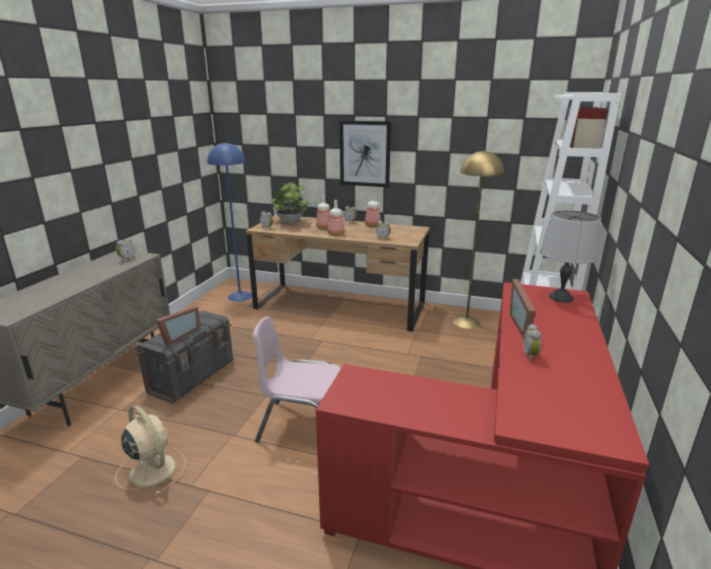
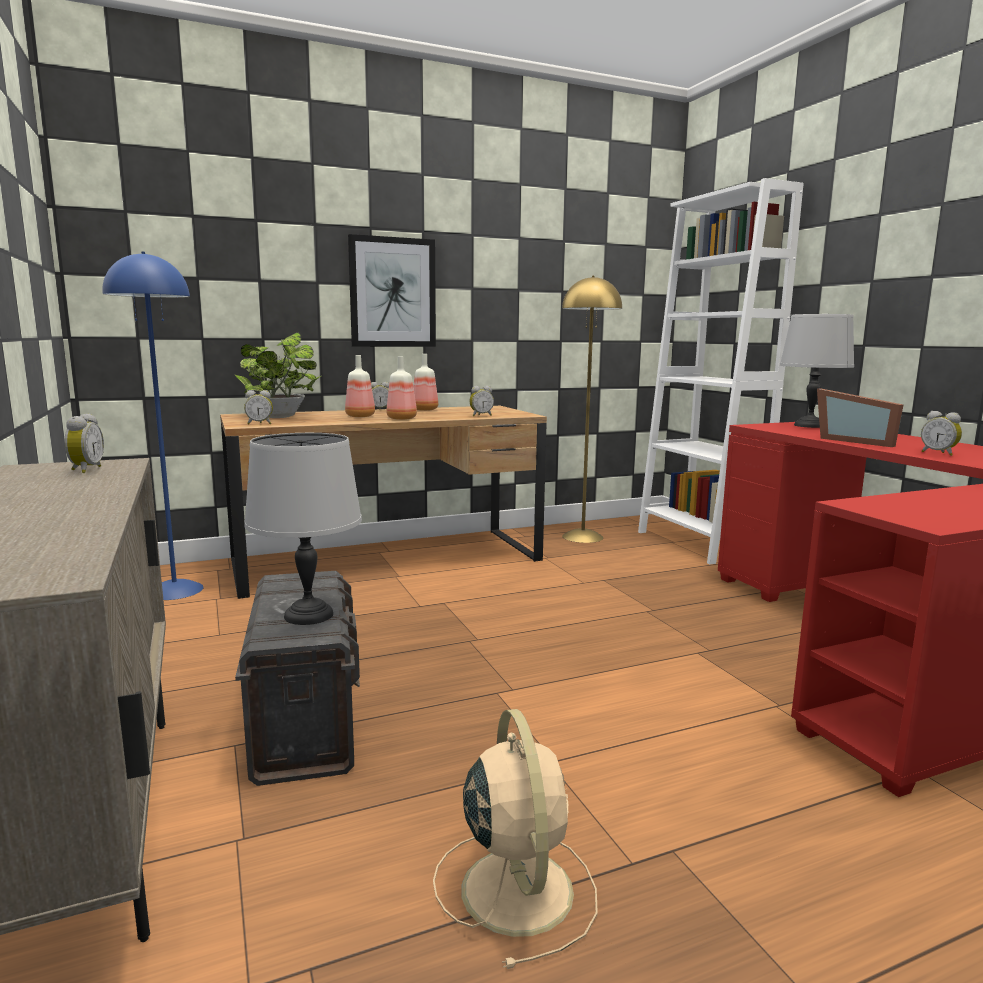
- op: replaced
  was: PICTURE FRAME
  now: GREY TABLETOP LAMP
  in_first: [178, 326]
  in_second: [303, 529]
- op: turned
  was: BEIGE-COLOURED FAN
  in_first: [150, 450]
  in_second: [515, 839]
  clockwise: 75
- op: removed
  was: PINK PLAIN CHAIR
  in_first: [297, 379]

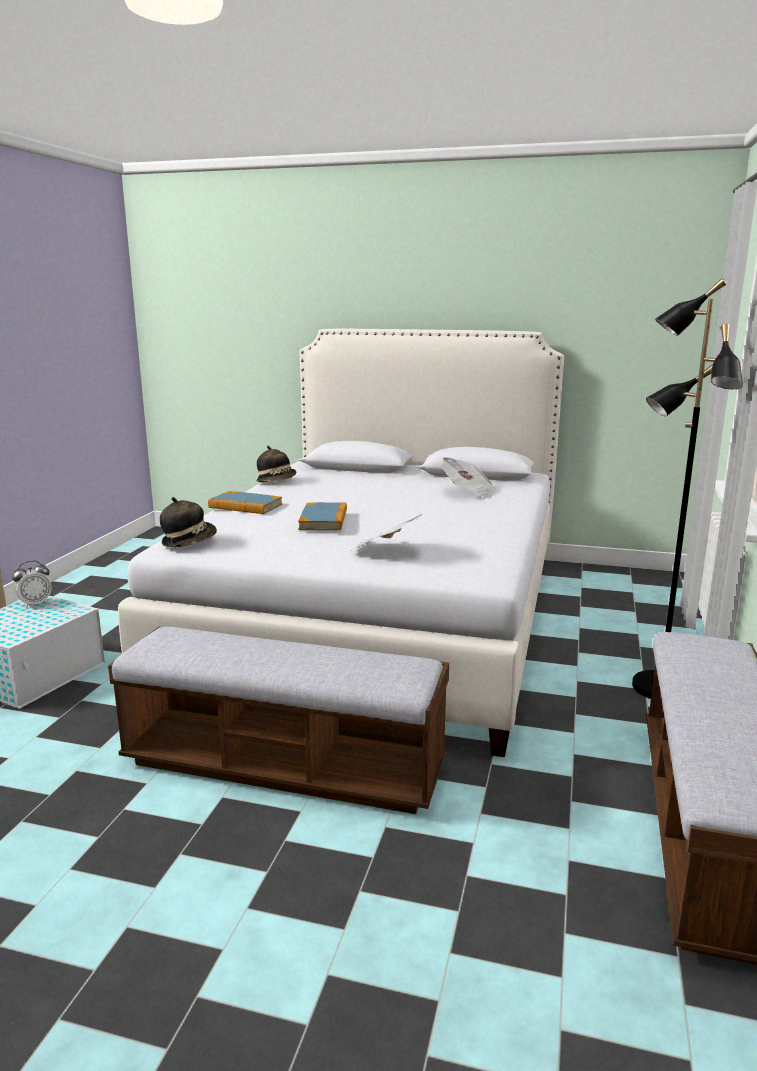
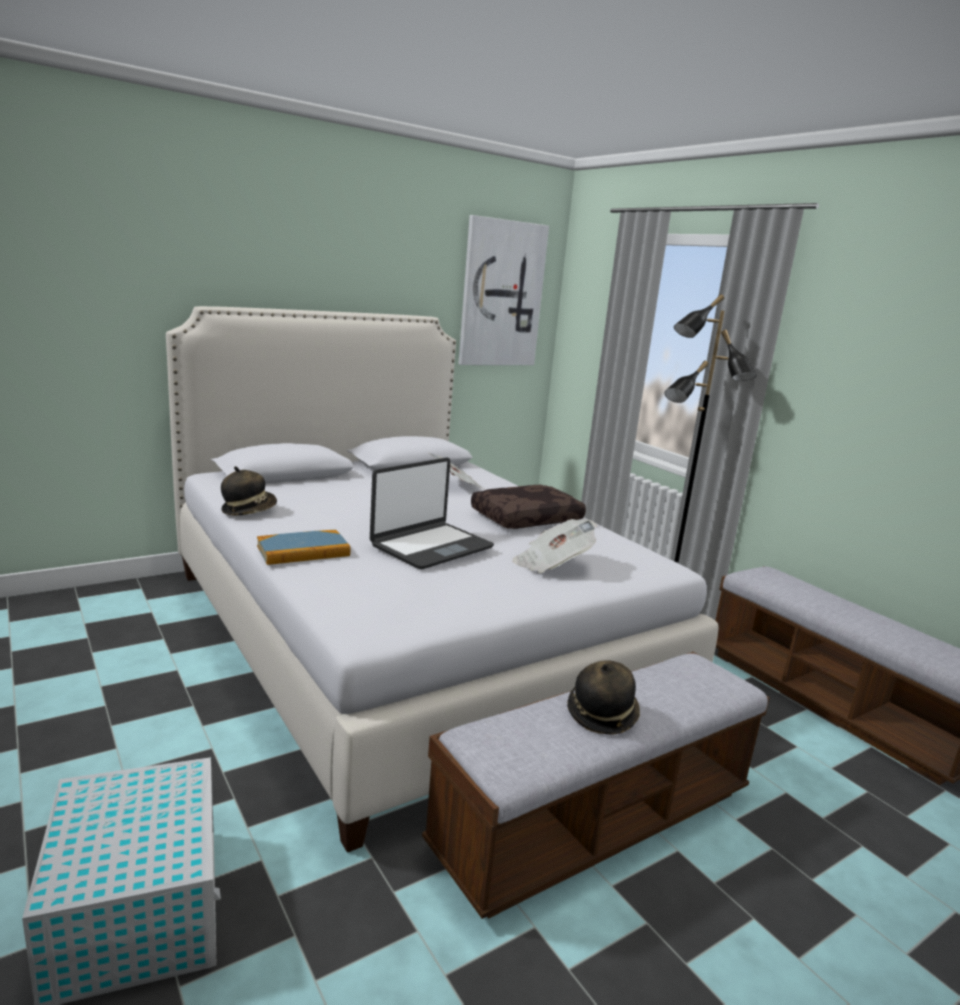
- op: replaced
  was: VOLUME
  now: LAPTOP
  in_first: [322, 516]
  in_second: [432, 513]
- op: added
  now: PICTURE
  in_second: [503, 290]
- op: added
  now: BROWNISH PILLOW
  in_second: [528, 507]
- op: moved
  was: CLOTHING HAT
  in_first: [188, 522]
  in_second: [603, 697]
- op: removed
  was: TABLE CLOCK
  in_first: [32, 584]

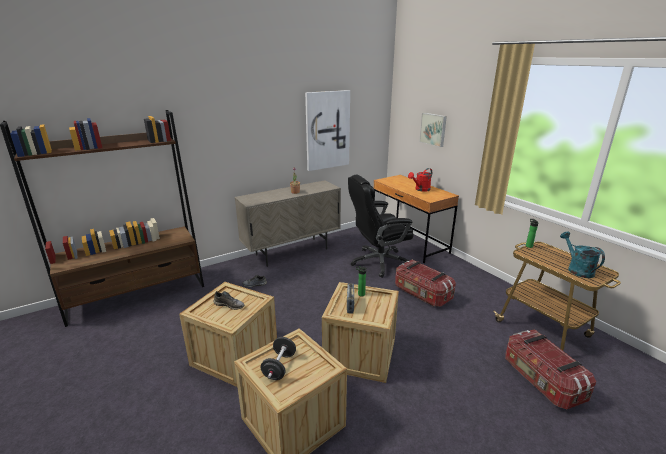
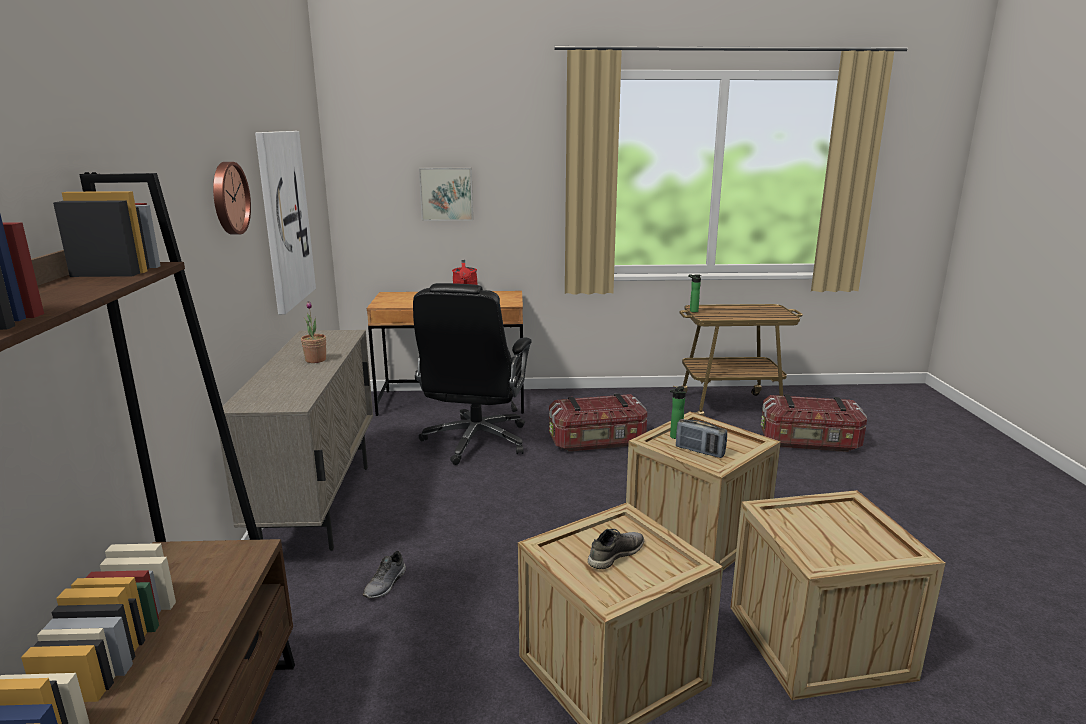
- op: added
  now: HANGING CLOCK
  in_second: [232, 198]
- op: removed
  was: BLACK-COLOURED HAND WEIGHT
  in_first: [278, 358]
- op: removed
  was: TURQUOISE WATERING CAN
  in_first: [582, 254]

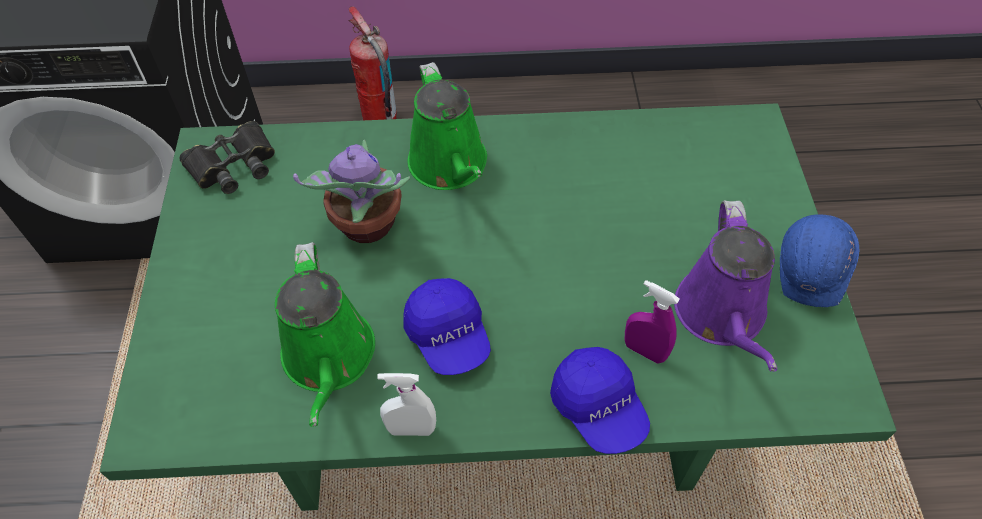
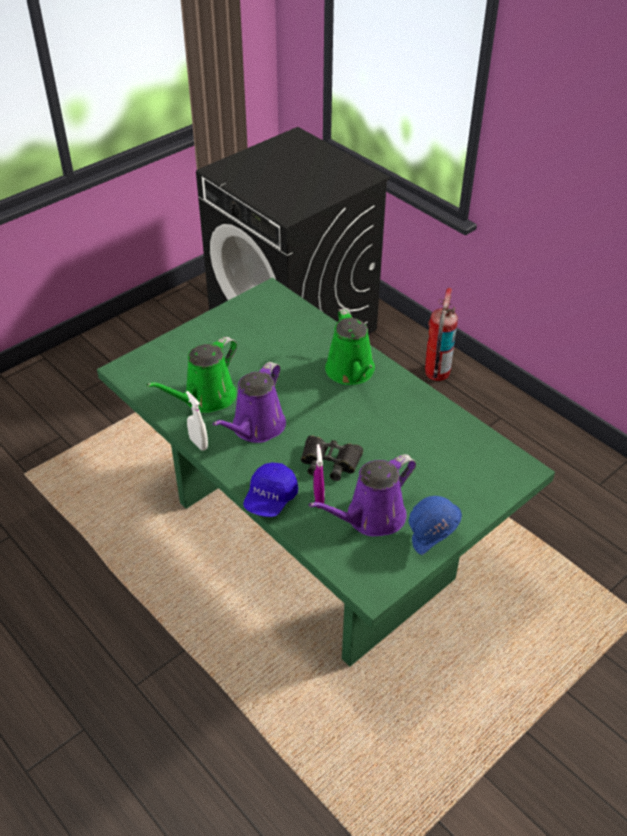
- op: replaced
  was: BLUE-COLOURED PEAKED CAP
  now: PURPLE WATERING CAN
  in_first: [447, 326]
  in_second: [249, 402]
- op: moved
  was: BLACK-COLOURED FIELD GLASSES
  in_first: [227, 157]
  in_second: [332, 458]
- op: turned
  was: GREENISH WATERING CAN
  in_first: [447, 126]
  in_second: [350, 346]
  clockwise: -45
- op: removed
  was: HOUSEPLANT
  in_first: [351, 191]

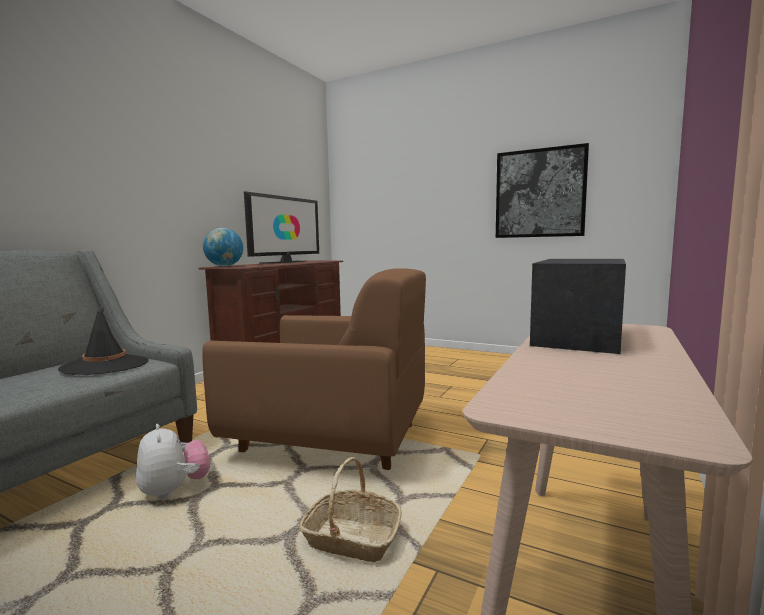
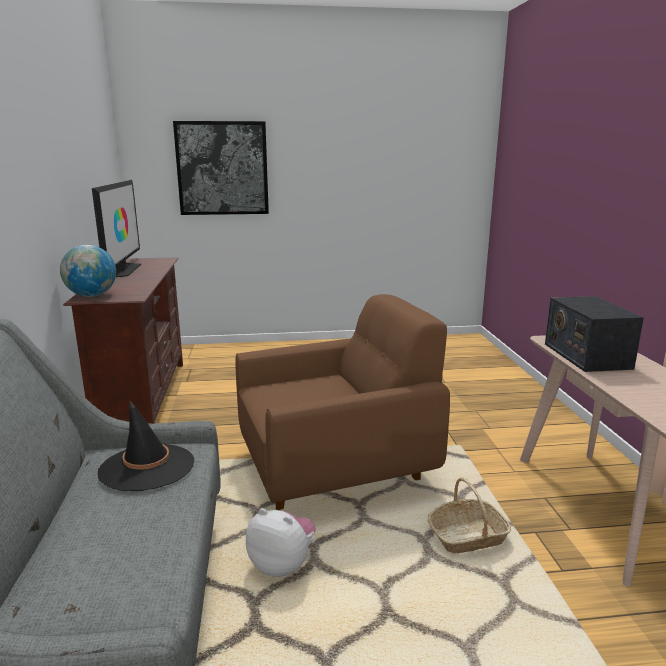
- op: moved
  was: PICTURE
  in_first: [542, 190]
  in_second: [221, 168]

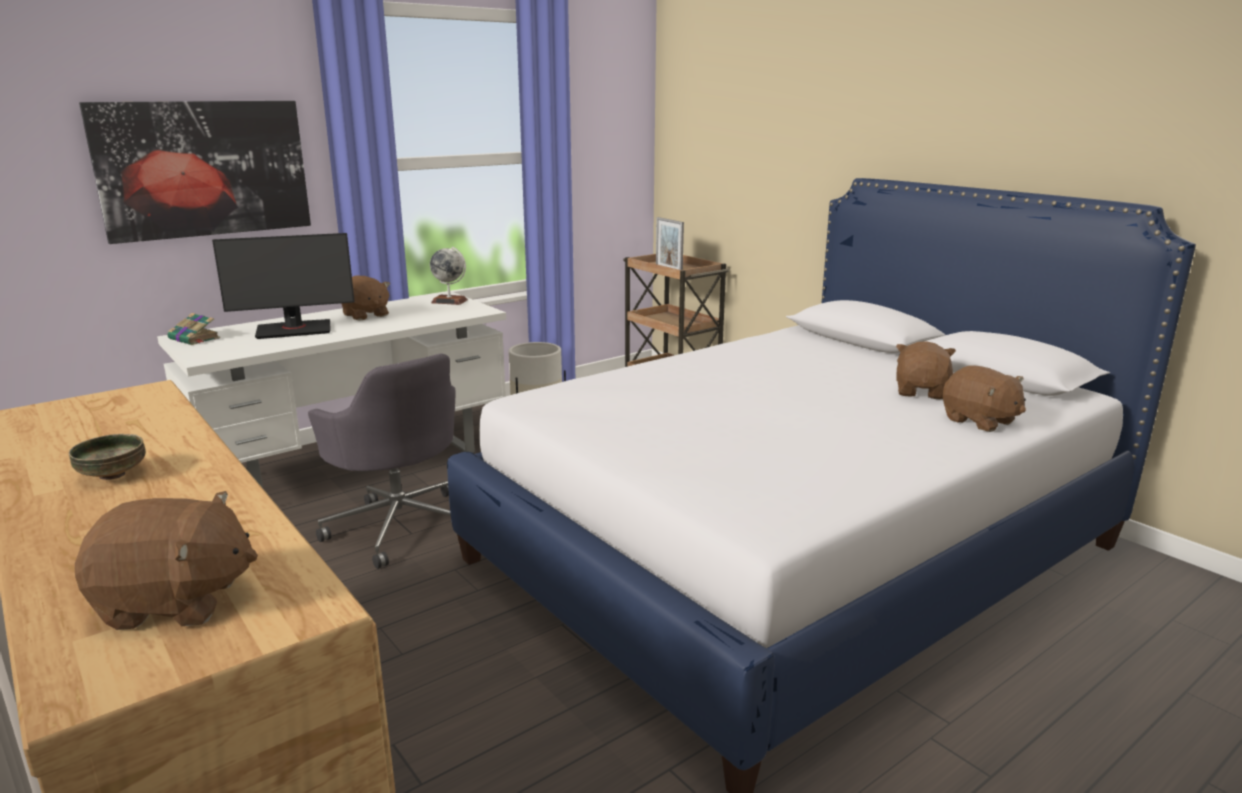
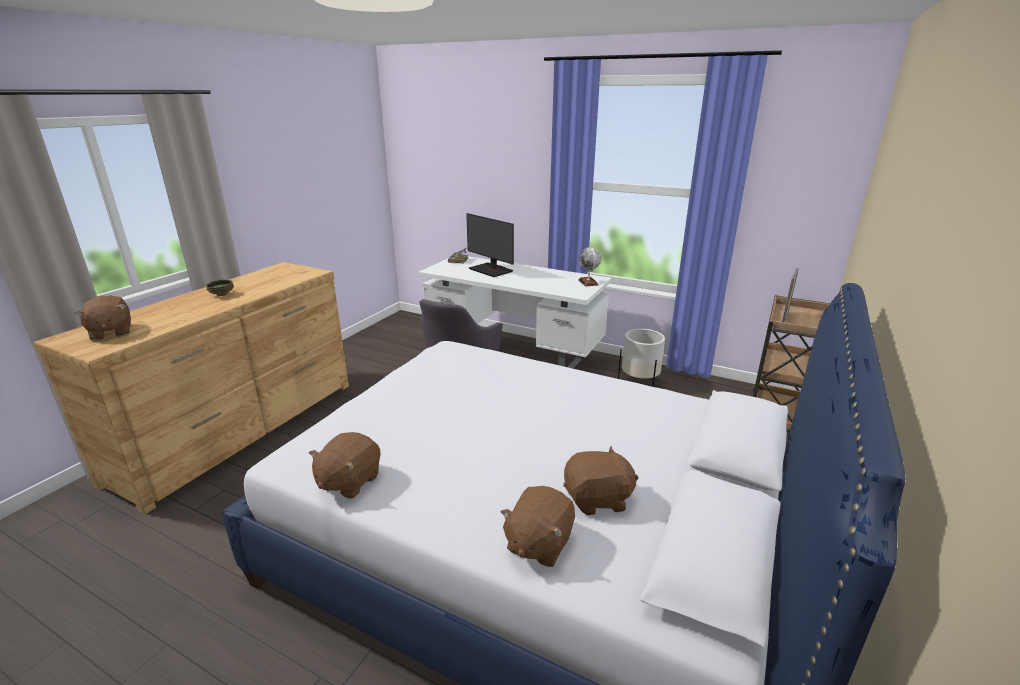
- op: moved
  was: BROWNISH PLUSH TOY
  in_first: [365, 298]
  in_second: [345, 465]
- op: removed
  was: PICTURE
  in_first: [195, 172]

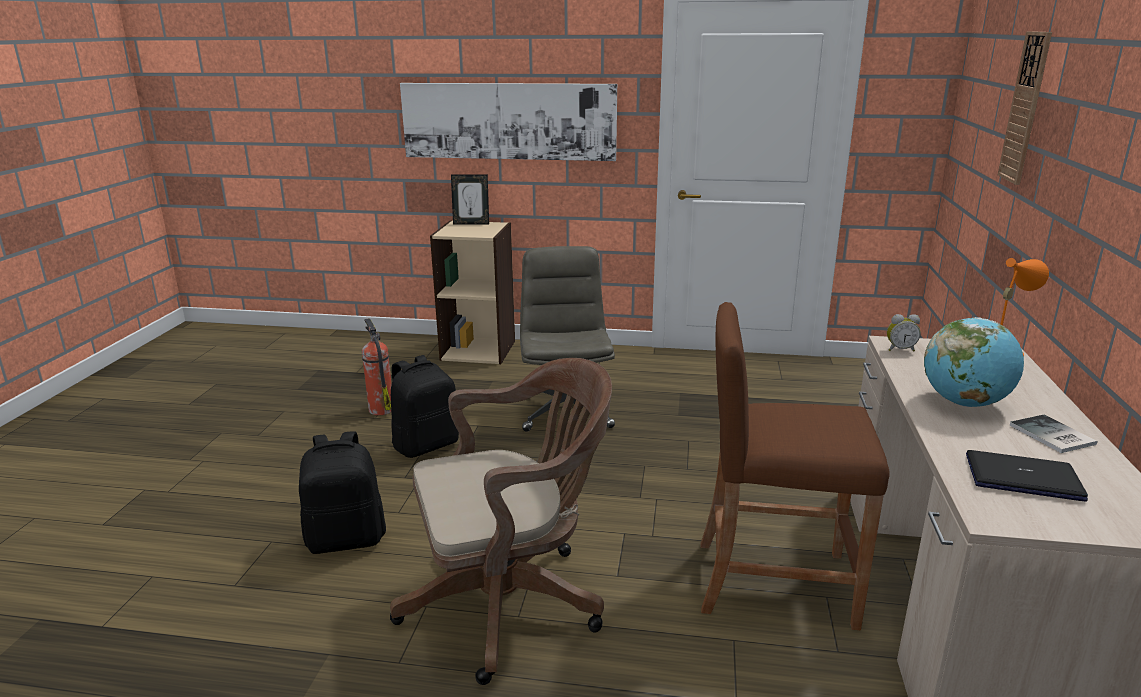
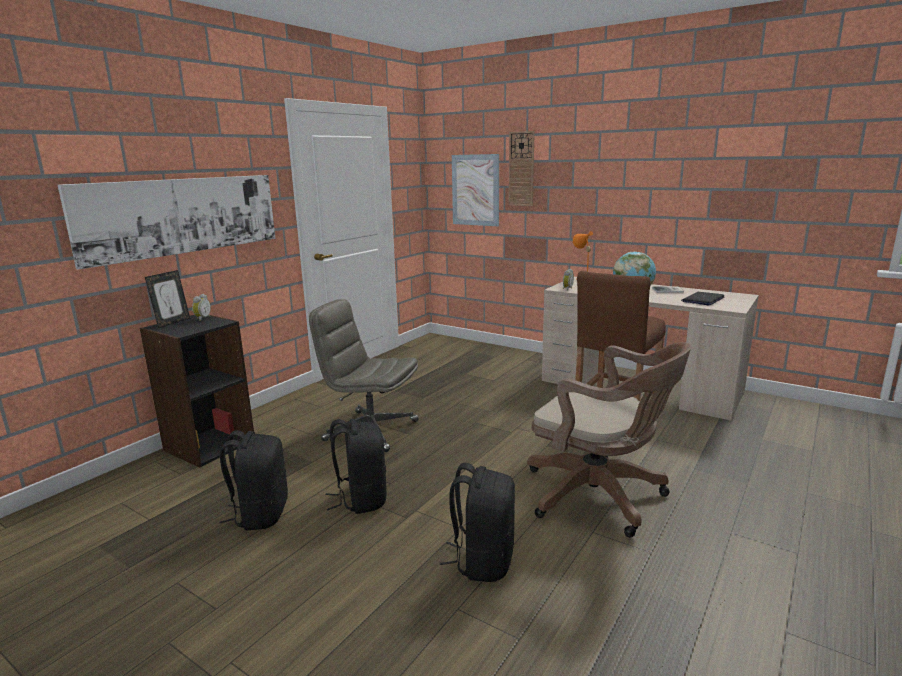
- op: recoloured
  was: BEIGE-COLOURED BOOKSHELF
  now: BLACK-COLOURED BOOKSHELF
  in_first: [472, 292]
  in_second: [197, 391]
- op: added
  now: TABLE CLOCK
  in_second: [201, 307]
- op: replaced
  was: EXTINGUISHER
  now: BLACK-COLOURED RUCKSACK
  in_first: [377, 366]
  in_second: [254, 480]
- op: added
  now: PICTURE
  in_second: [475, 190]
- op: turned
  was: BROWNISH OFFICE CHAIR
  in_first: [501, 521]
  in_second: [609, 440]
  clockwise: 120

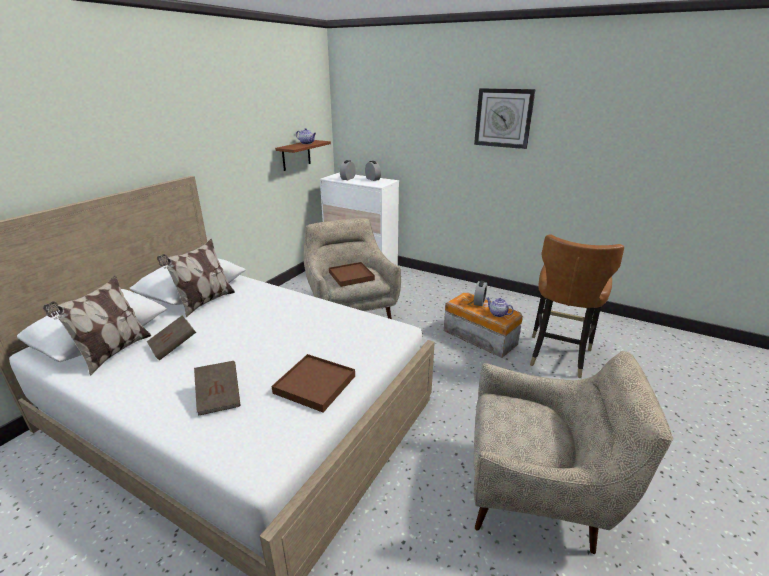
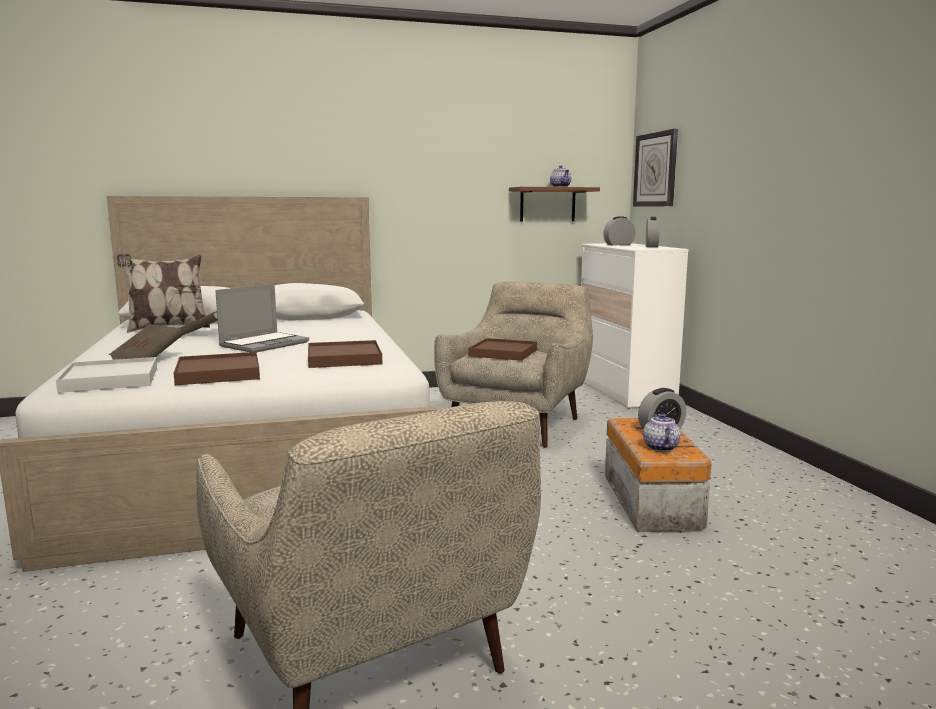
- op: added
  now: WHITISH SERVING TRAY
  in_second: [106, 375]
- op: added
  now: LAPTOP
  in_second: [262, 318]
- op: added
  now: BROWNISH SERVING TRAY
  in_second: [345, 354]
- op: moved
  was: HANGING CLOCK
  in_first: [505, 118]
  in_second: [655, 167]
- op: removed
  was: PILLOW
  in_first: [196, 278]
- op: removed
  was: BROWNISH PLAIN CHAIR
  in_first: [577, 306]

